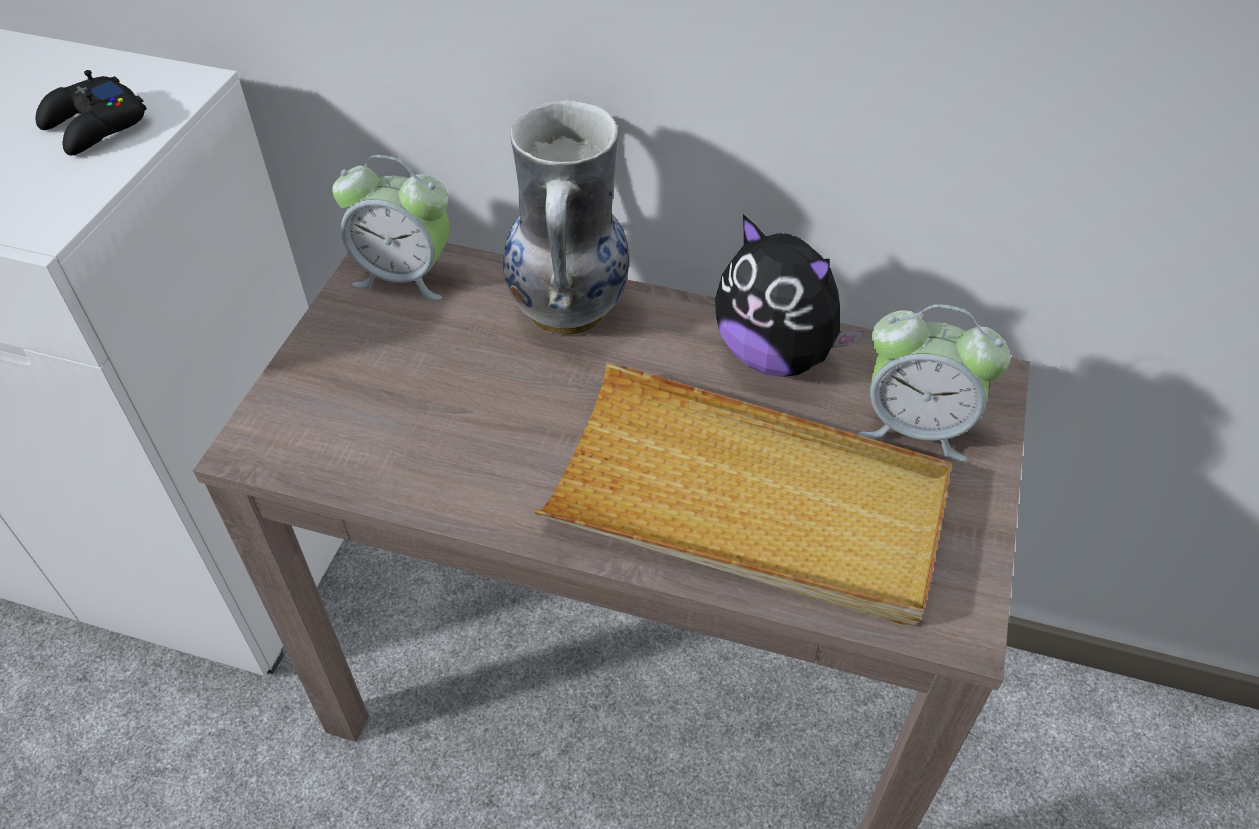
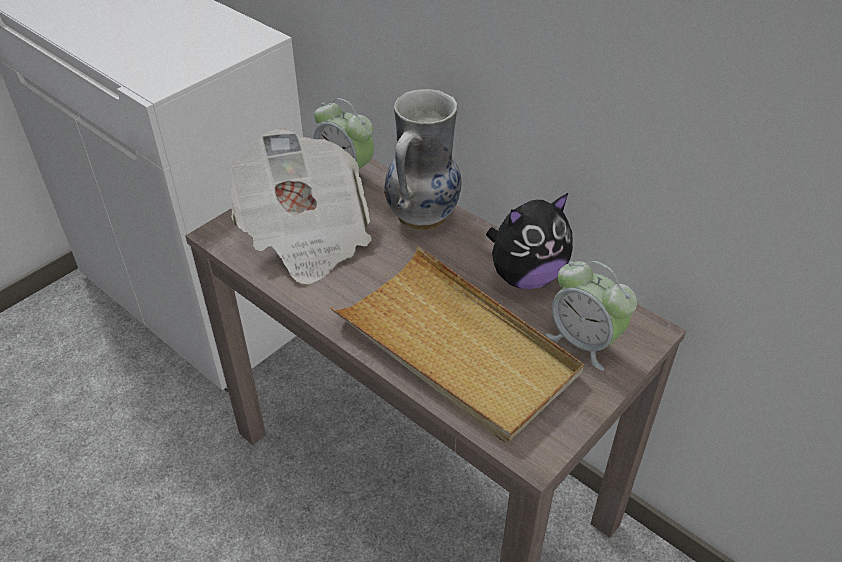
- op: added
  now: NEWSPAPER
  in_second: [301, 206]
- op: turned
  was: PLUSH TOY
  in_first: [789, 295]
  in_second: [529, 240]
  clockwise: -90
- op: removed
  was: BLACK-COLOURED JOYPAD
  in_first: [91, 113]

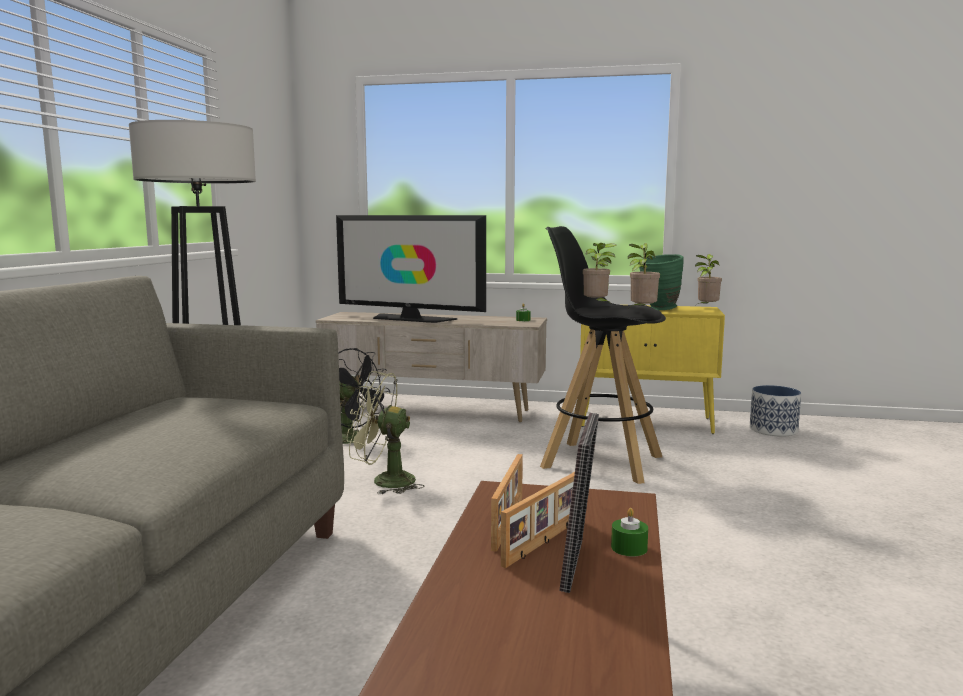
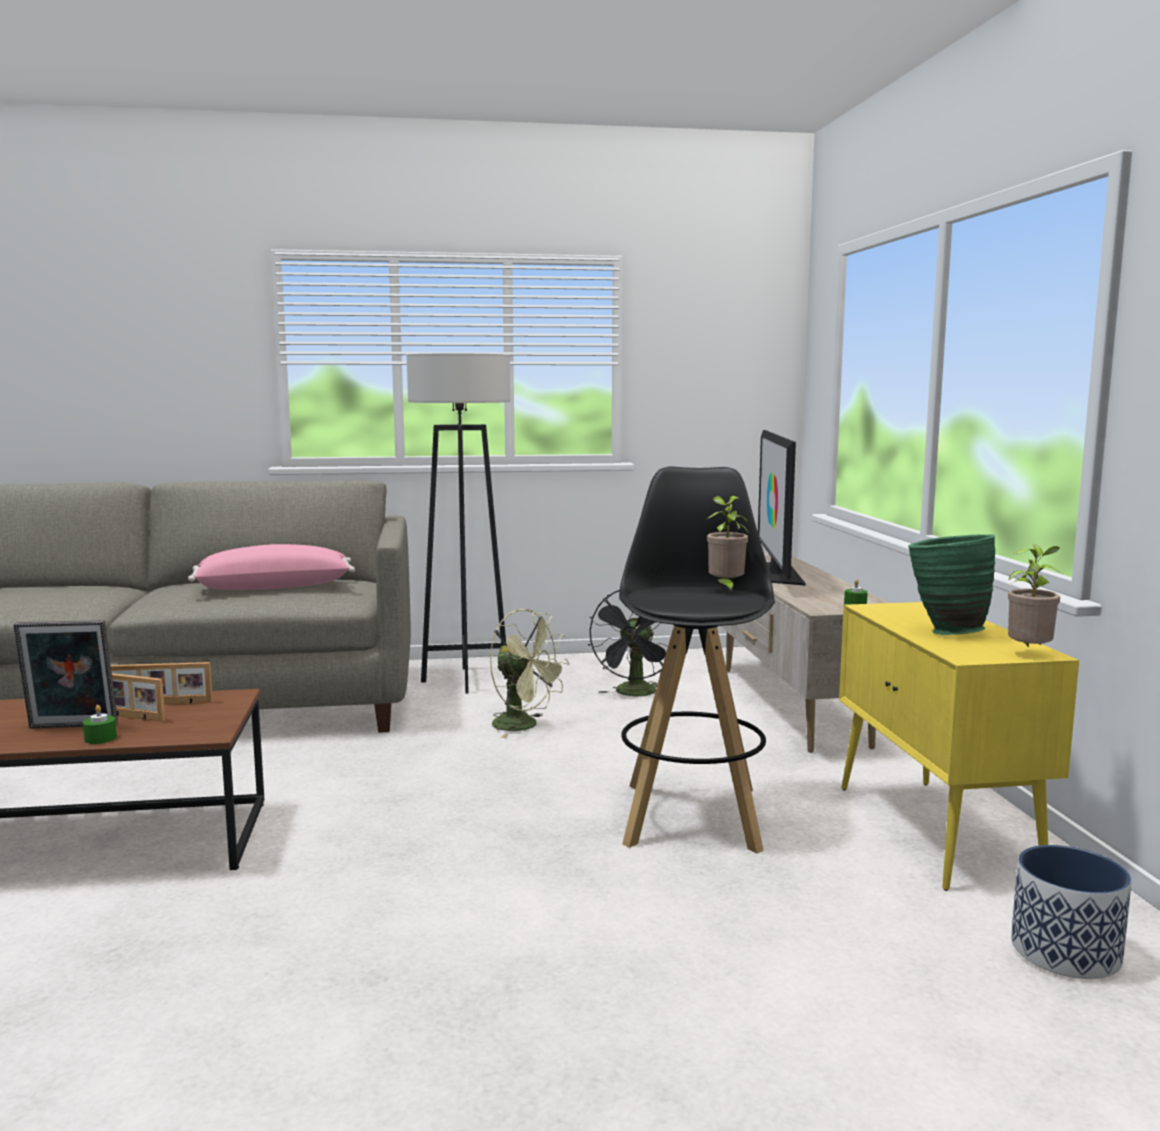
- op: added
  now: PINK PILLOW
  in_second: [271, 567]
- op: turned
  was: GREENISH FAN
  in_first: [385, 432]
  in_second: [529, 673]
  clockwise: 135
- op: removed
  was: HOUSEPLANT
  in_first: [644, 276]

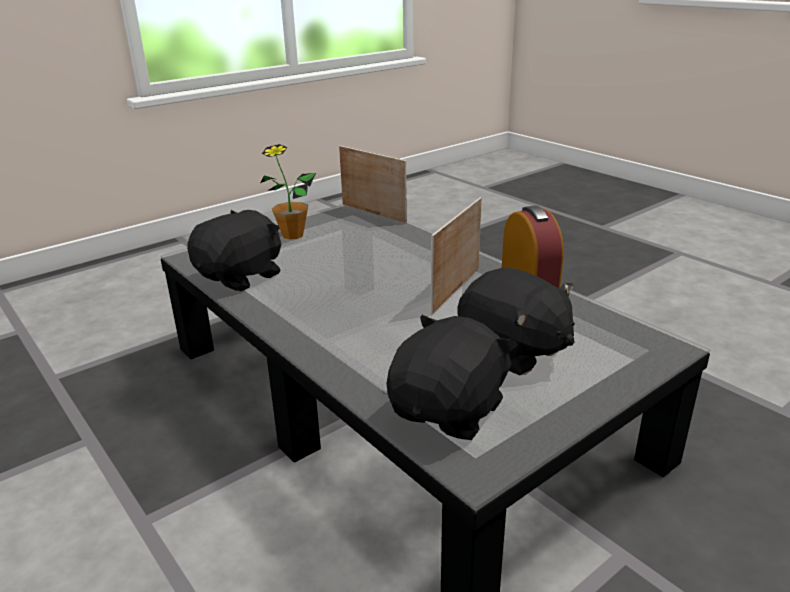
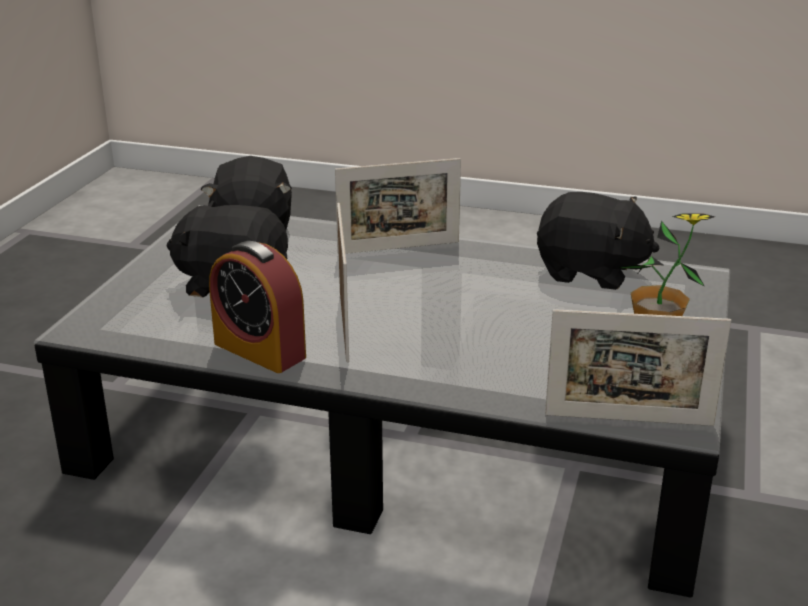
- op: added
  now: PICTURE FRAME
  in_second: [398, 206]
- op: turned
  was: BLACK-COLOURED PLUSH TOY
  in_first: [234, 250]
  in_second: [598, 241]
  clockwise: -75

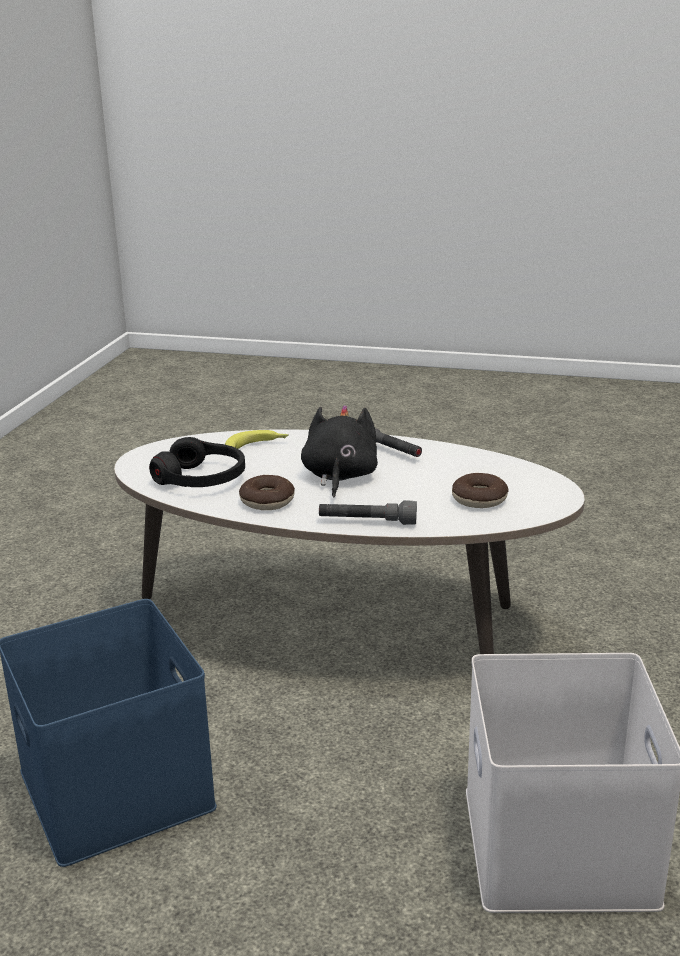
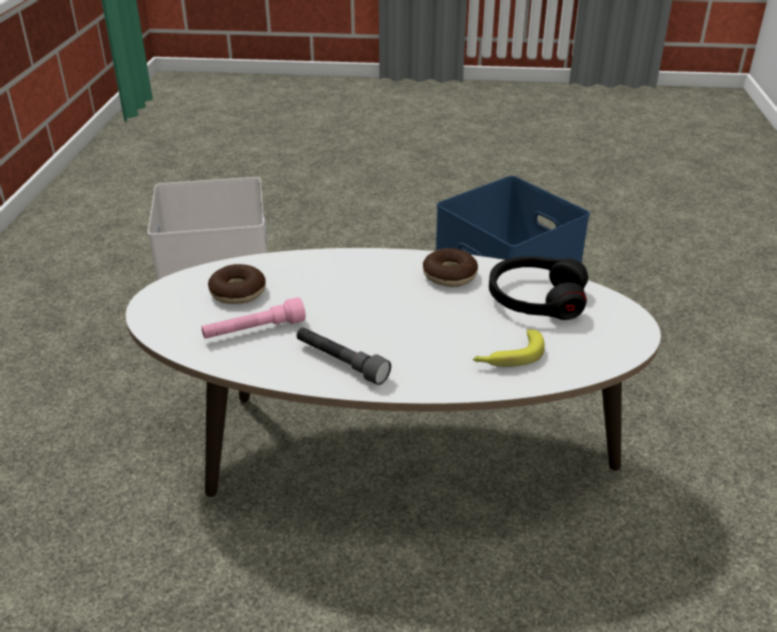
- op: added
  now: PINK TORCH
  in_second: [253, 318]
- op: removed
  was: BLACK-COLOURED PLUSH TOY
  in_first: [339, 451]
- op: removed
  was: GREY TORCH
  in_first: [368, 512]

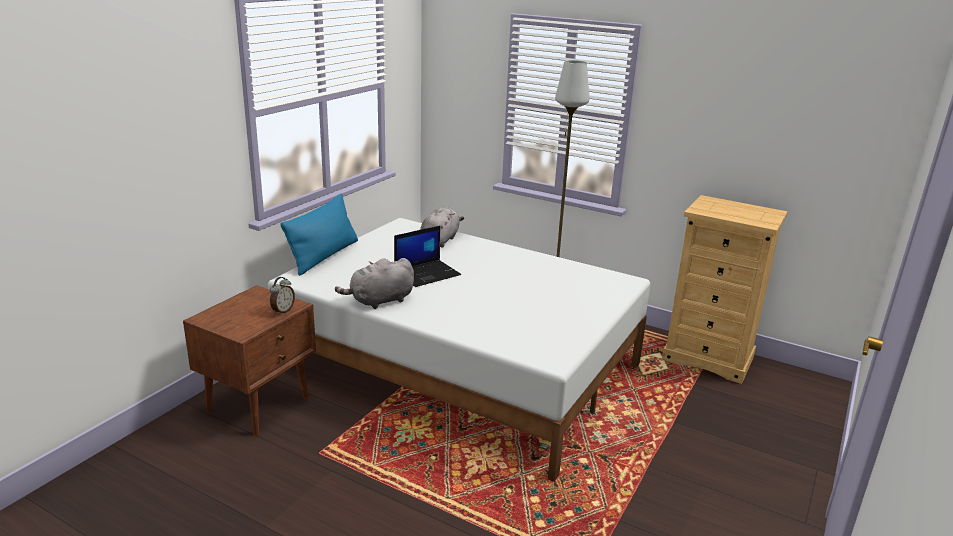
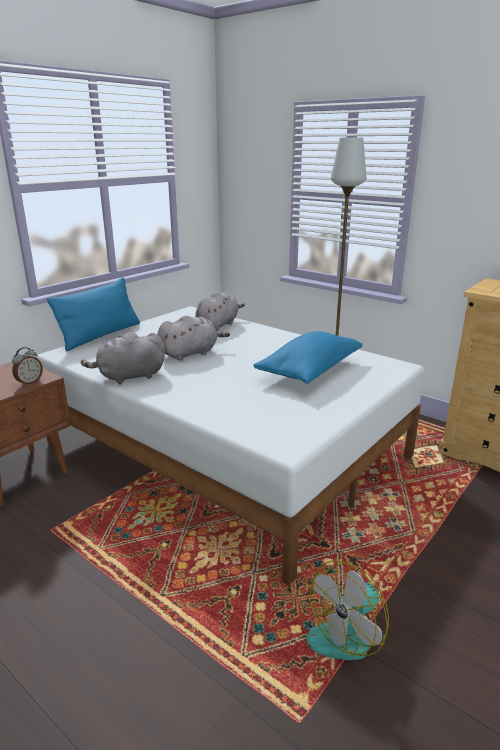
- op: replaced
  was: LAPTOP
  now: GREY PLUSH TOY
  in_first: [427, 256]
  in_second: [193, 337]
- op: added
  now: BLUE-COLOURED PILLOW
  in_second: [308, 357]
- op: added
  now: FAN
  in_second: [347, 610]

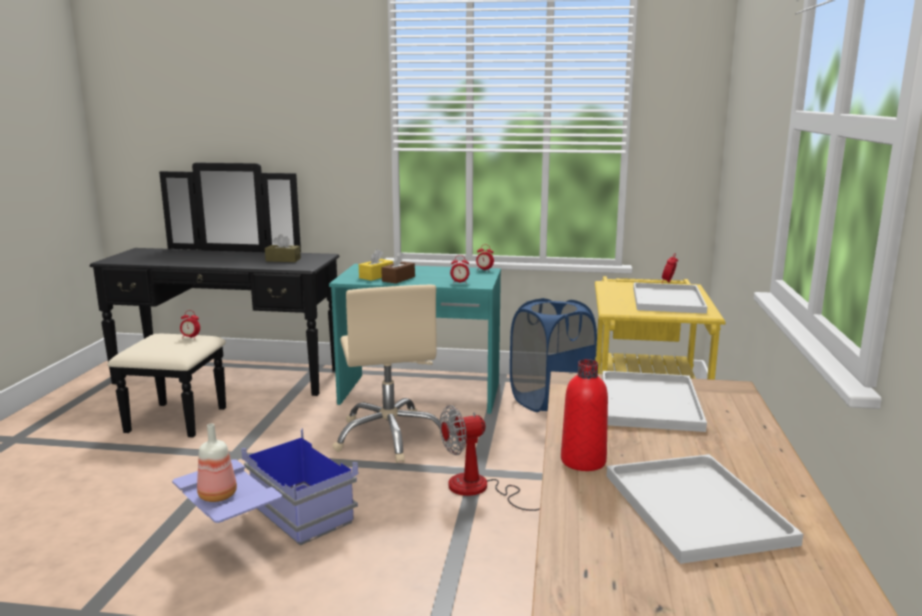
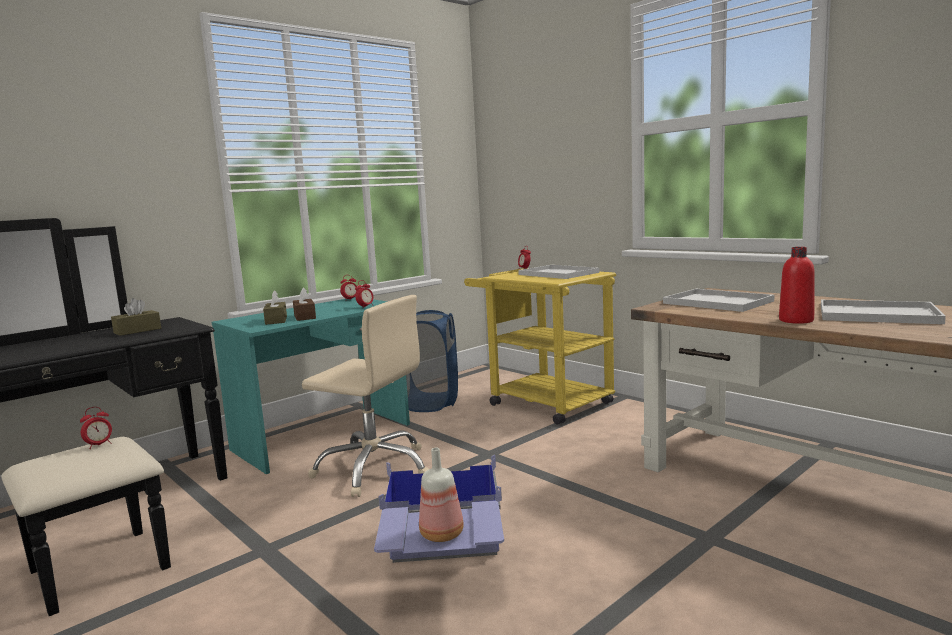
- op: recoloured
  was: YELLOW-COLOURED TISSUE HOLDER
  now: BROWNISH TISSUE HOLDER
  in_first: [376, 265]
  in_second: [275, 307]
- op: removed
  was: FAN
  in_first: [489, 458]

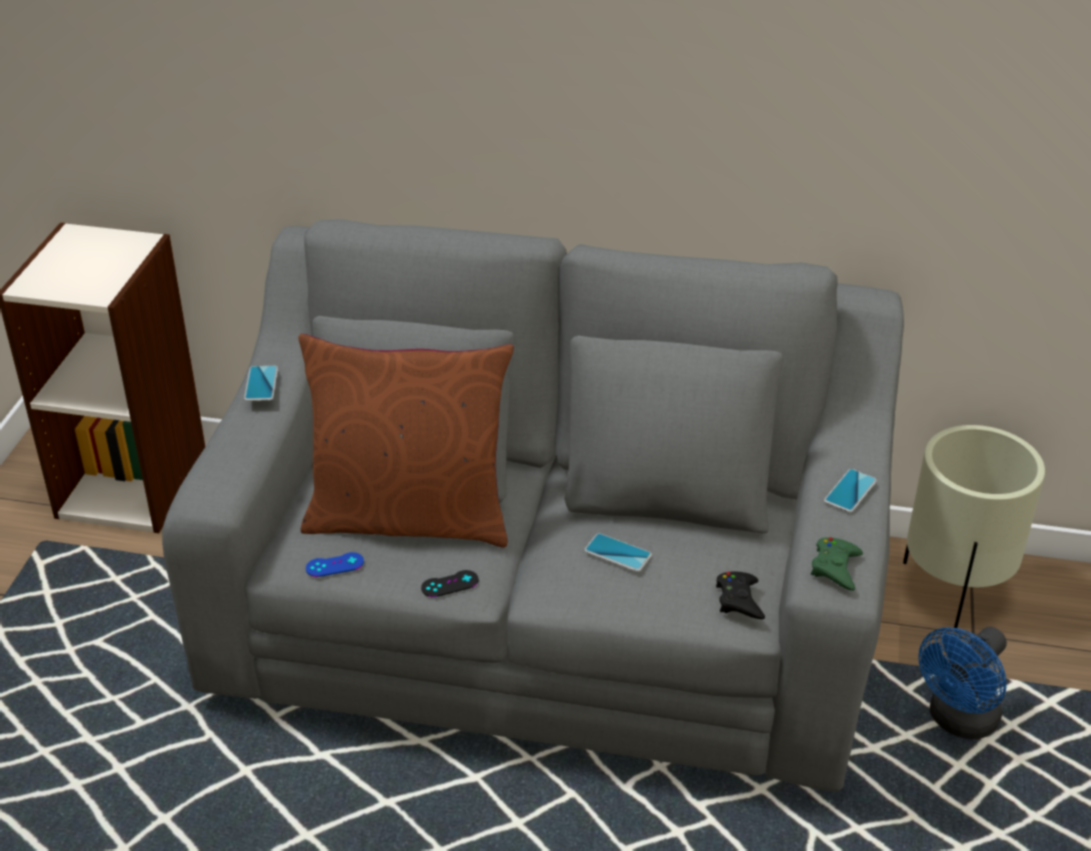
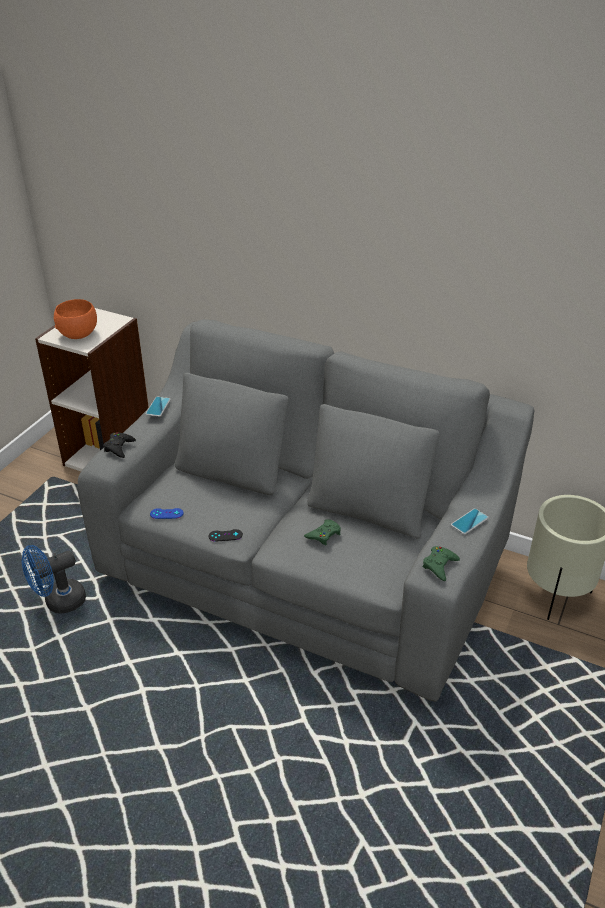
- op: moved
  was: BLUE-COLOURED FAN
  in_first: [963, 683]
  in_second: [54, 579]
- op: added
  now: ORANGE-COLOURED DEEP DISH
  in_second: [75, 319]
- op: moved
  was: BLACK-COLOURED JOYPAD
  in_first: [740, 595]
  in_second: [119, 445]
- op: replaced
  was: TELEPHONE
  now: GREENISH JOYPAD
  in_first: [618, 552]
  in_second: [322, 532]
- op: removed
  was: BROWNISH PILLOW
  in_first: [406, 441]

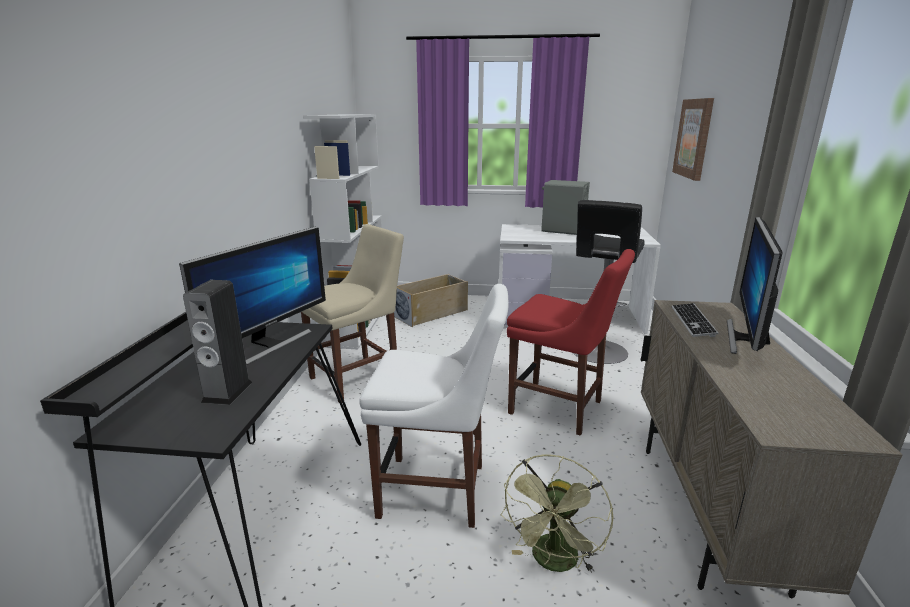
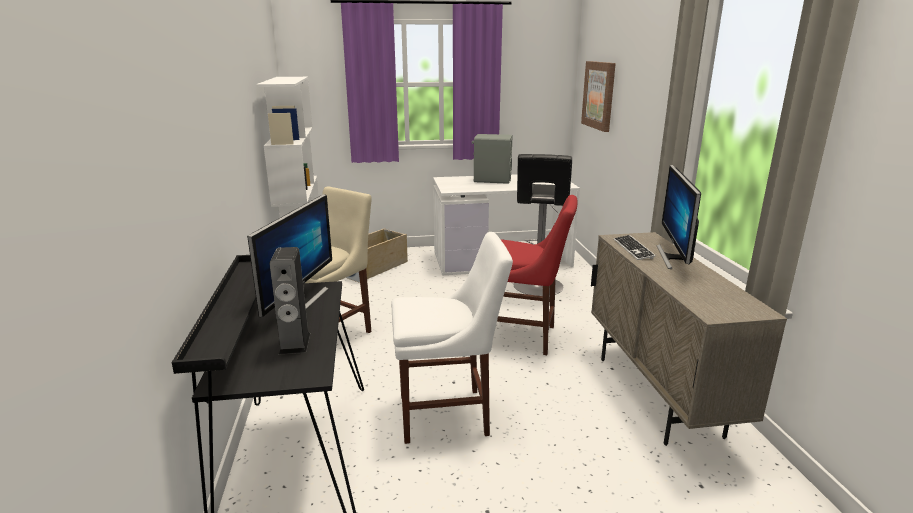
- op: removed
  was: GREENISH FAN
  in_first: [556, 513]

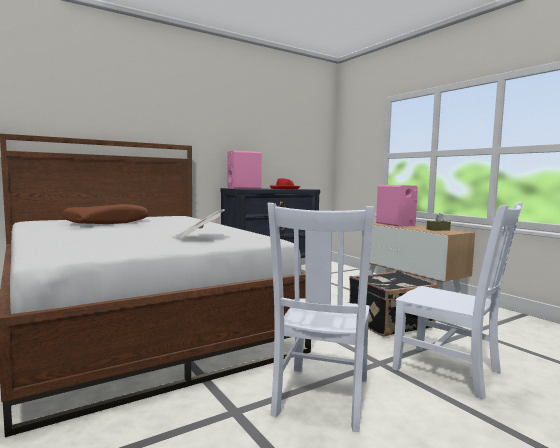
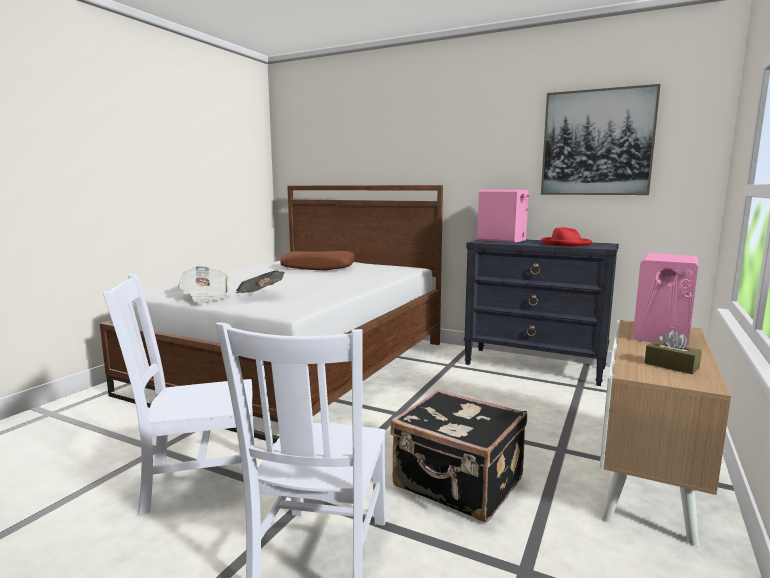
- op: added
  now: NEWSPAPER
  in_second: [203, 285]
- op: added
  now: PICTURE
  in_second: [600, 139]

